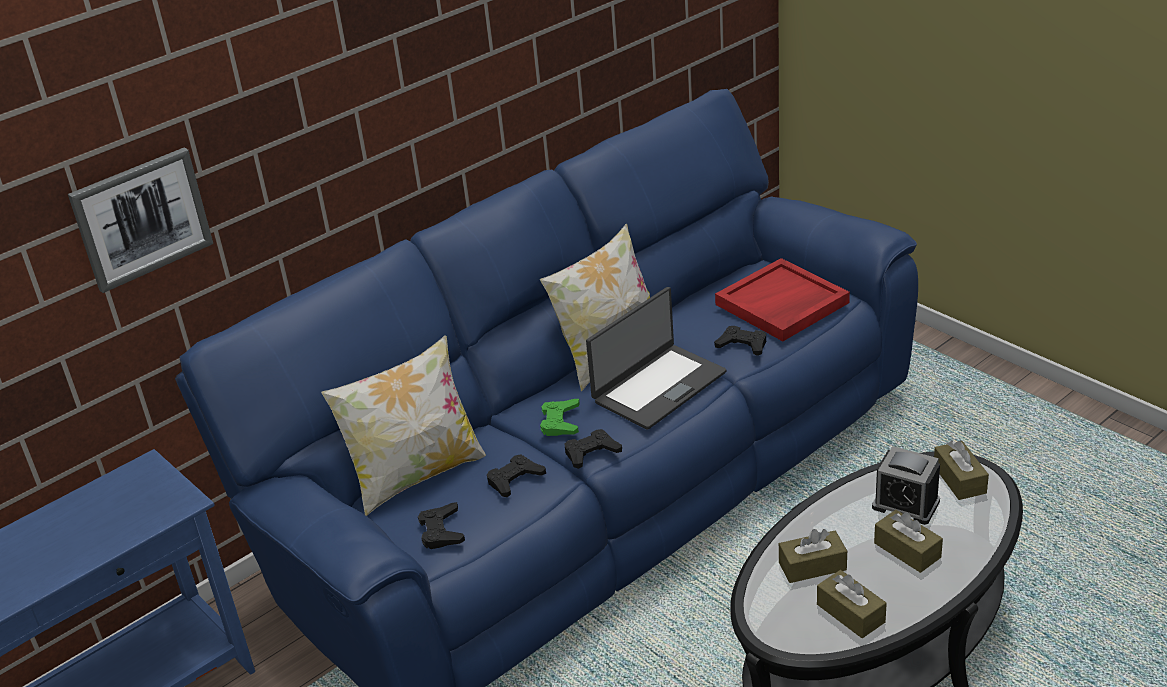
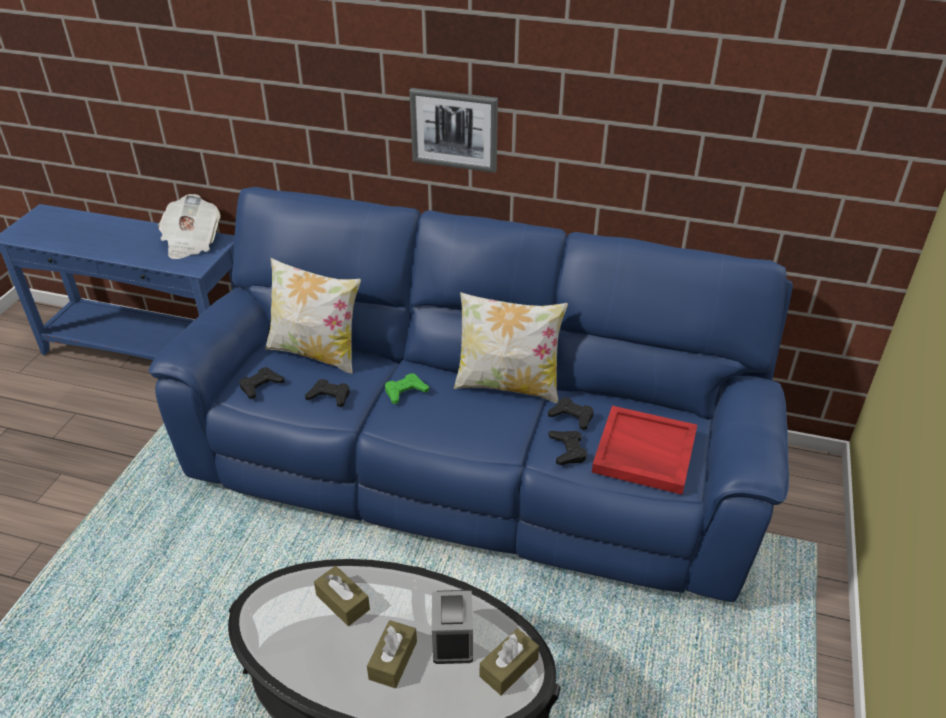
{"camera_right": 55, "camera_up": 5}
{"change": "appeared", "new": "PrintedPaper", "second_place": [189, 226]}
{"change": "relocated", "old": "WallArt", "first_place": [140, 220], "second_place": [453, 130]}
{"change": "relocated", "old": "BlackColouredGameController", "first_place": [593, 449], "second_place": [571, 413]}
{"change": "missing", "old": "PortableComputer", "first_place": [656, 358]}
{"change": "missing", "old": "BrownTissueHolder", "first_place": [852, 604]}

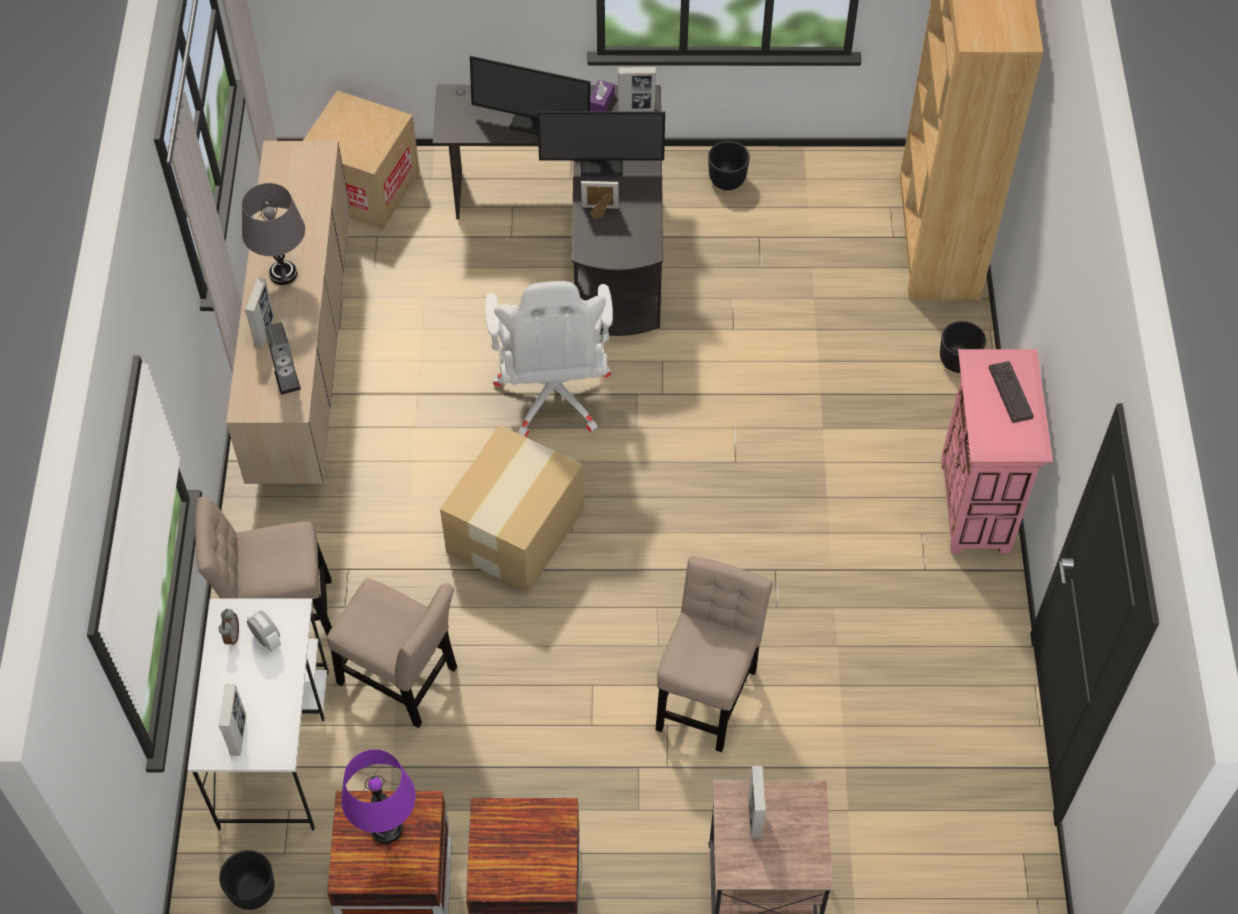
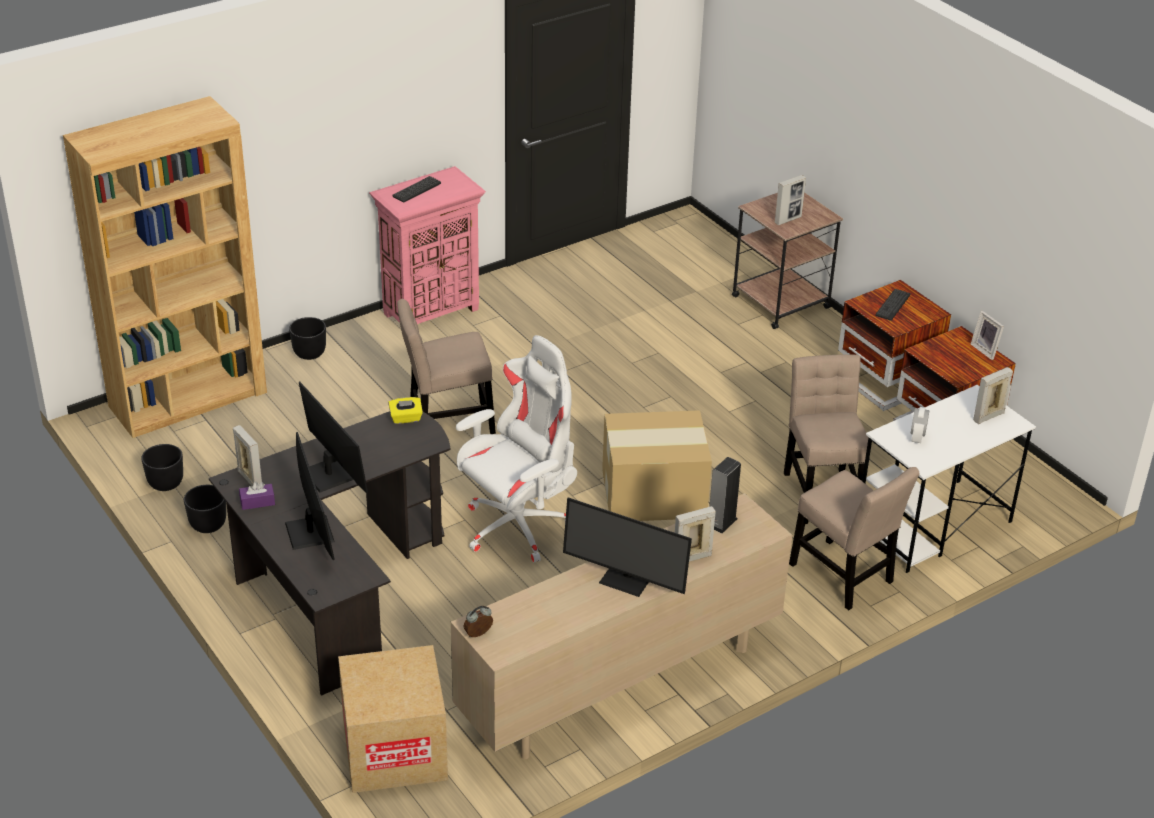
{"camera_right": -125, "camera_up": -20}
{"change": "relocated", "old": "BlackColouredPlanter", "first_place": [246, 880], "second_place": [162, 467]}
{"change": "appeared", "new": "YellowishTissueHolder", "second_place": [405, 410]}
{"change": "relocated", "old": "SandColouredUprightChair", "first_place": [714, 654], "second_place": [446, 366]}
{"change": "relocated", "old": "AlarmClock", "first_place": [229, 627], "second_place": [478, 621]}
{"change": "exchanged", "old": "GrayTabletopLamp", "new": "ComputerDisplay", "first_place": [273, 234], "second_place": [627, 547]}
{"change": "appeared", "new": "ComputerKeyboard", "second_place": [892, 305]}
{"change": "relocated", "old": "PhotoFrame", "first_place": [600, 200], "second_place": [987, 335]}
{"change": "missing", "old": "PurpleColouredTabletopLamp", "first_place": [378, 796]}

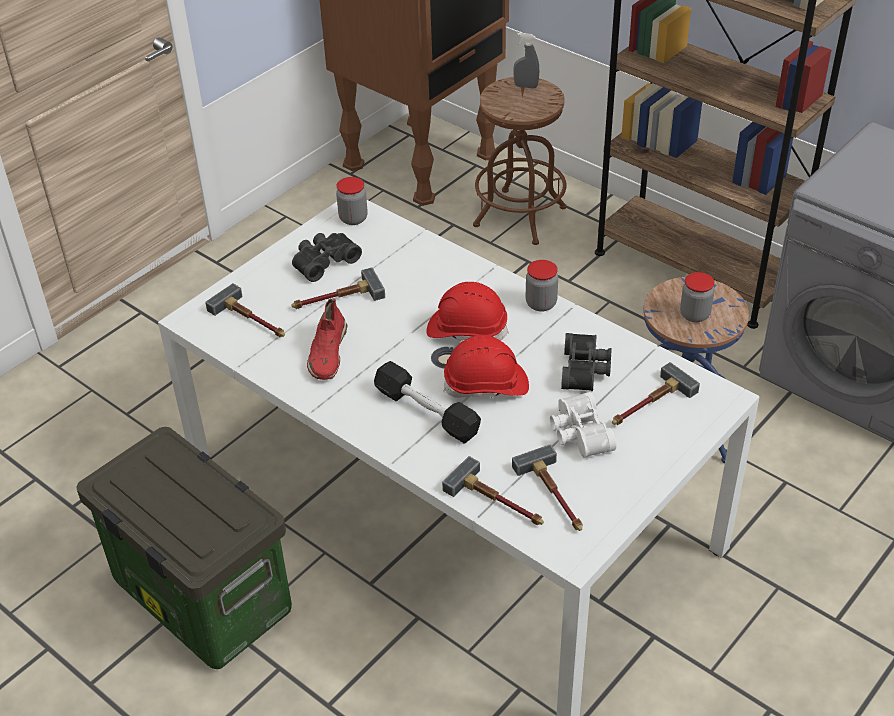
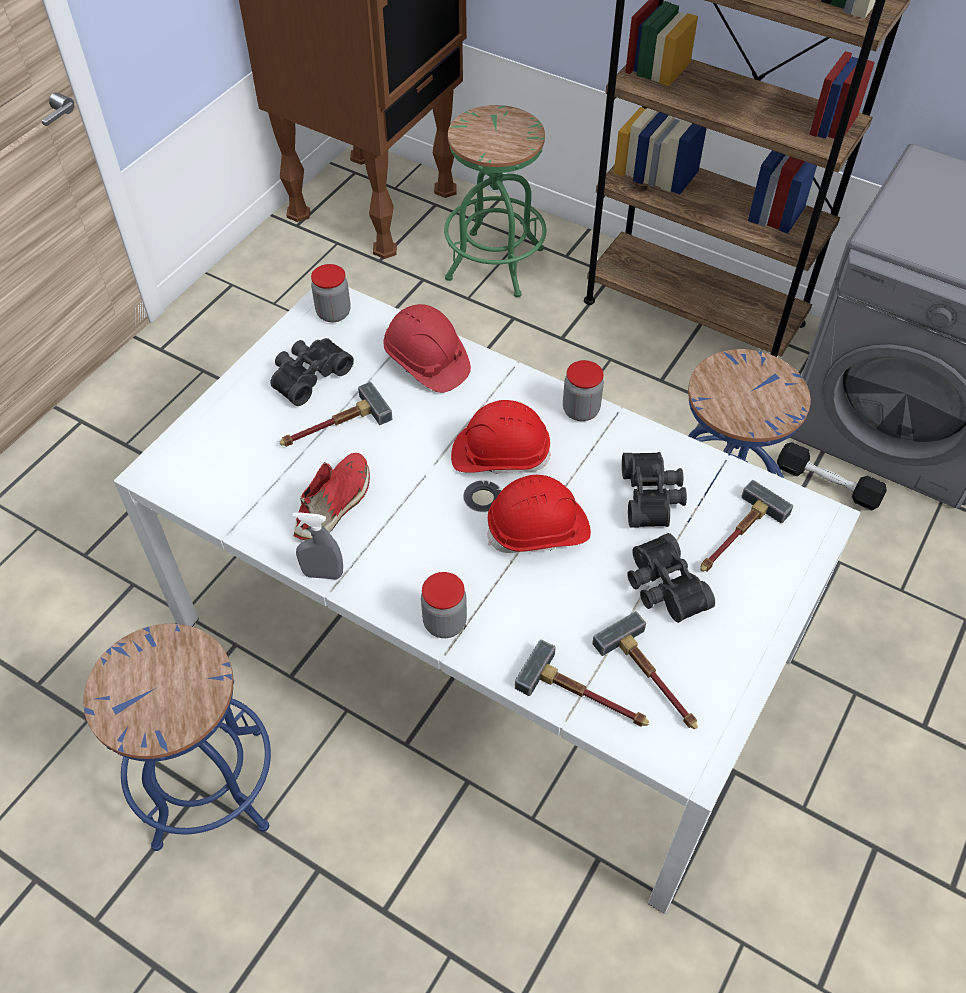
{"camera_right": -10, "camera_up": 10}
{"change": "exchanged", "old": "StorageContainer", "new": "BlueColouredStoolSeat", "first_place": [184, 548], "second_place": [177, 737]}
{"change": "relocated", "old": "GraySprayer", "first_place": [526, 60], "second_place": [318, 546]}
{"change": "spun", "old": "RedShoe", "first_place": [327, 339], "second_place": [332, 496], "degrees": -150}
{"change": "appeared", "new": "RedWorkHelmet", "second_place": [427, 348]}
{"change": "relocated", "old": "Jar", "first_place": [697, 297], "second_place": [444, 605]}
{"change": "colour", "old": "BrownStoolSeat", "new": "GreenishStoolSeat", "first_place": [519, 161], "second_place": [495, 201]}
{"change": "colour", "old": "WhitishPairOfBinoculars", "new": "BlackColouredPairOfBinoculars", "first_place": [583, 425], "second_place": [671, 578]}
{"change": "relocated", "old": "BlackColouredHandWeight", "first_place": [427, 402], "second_place": [832, 476]}
{"change": "missing", "old": "HandHammer", "first_place": [245, 310]}

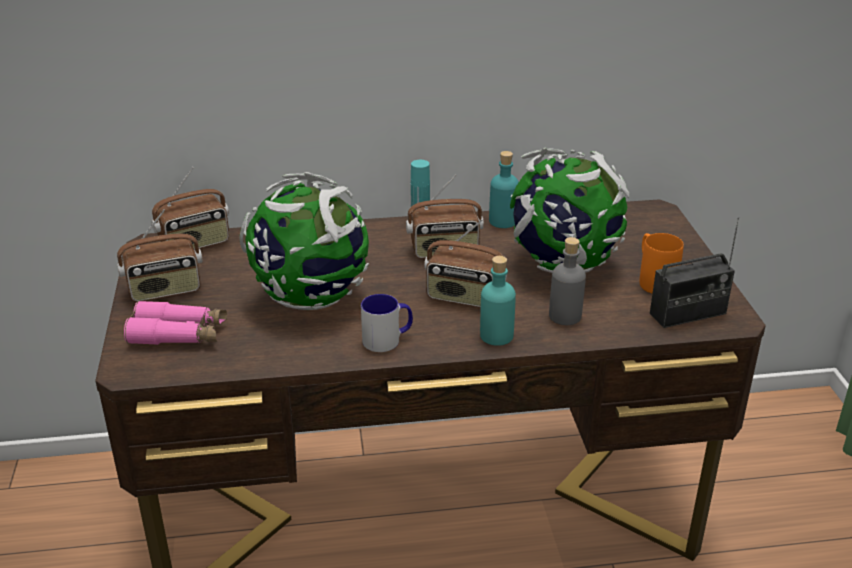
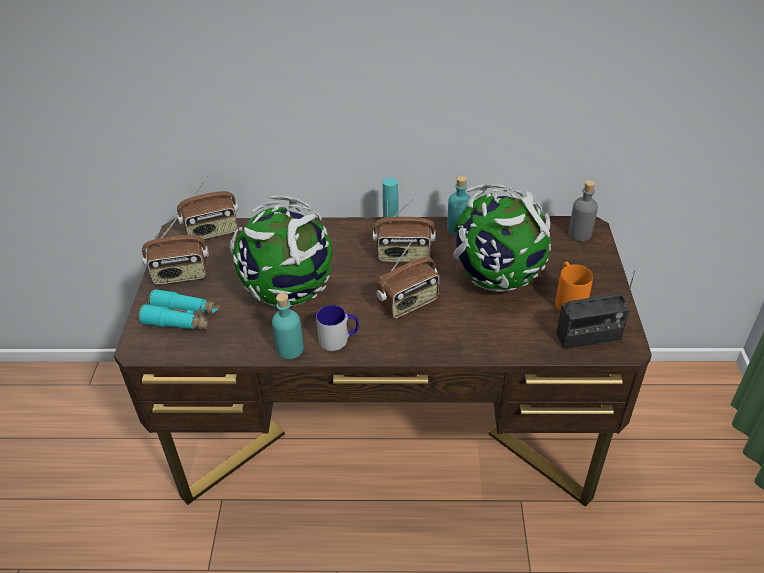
{"camera_right": 10, "camera_up": 10}
{"change": "colour", "old": "PinkishPairOfBinoculars", "new": "TurquoiseColouredPairOfBinoculars", "first_place": [175, 322], "second_place": [179, 309]}
{"change": "relocated", "old": "TurquoiseColouredBottle", "first_place": [498, 301], "second_place": [288, 326]}
{"change": "spun", "old": "RadioSet", "first_place": [465, 263], "second_place": [408, 280], "degrees": -60}
{"change": "relocated", "old": "GrayBottle", "first_place": [567, 281], "second_place": [583, 211]}

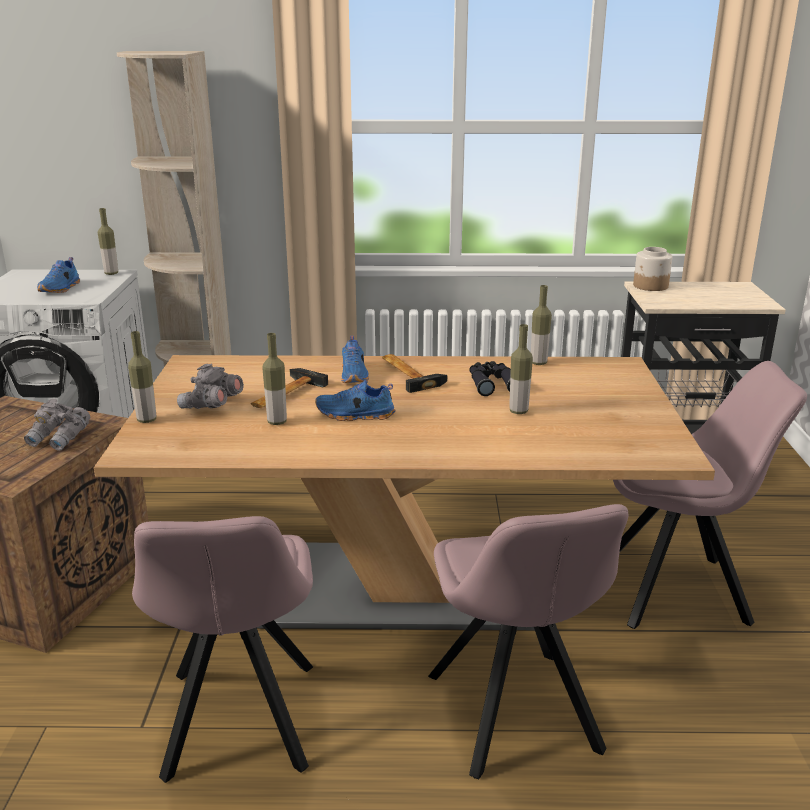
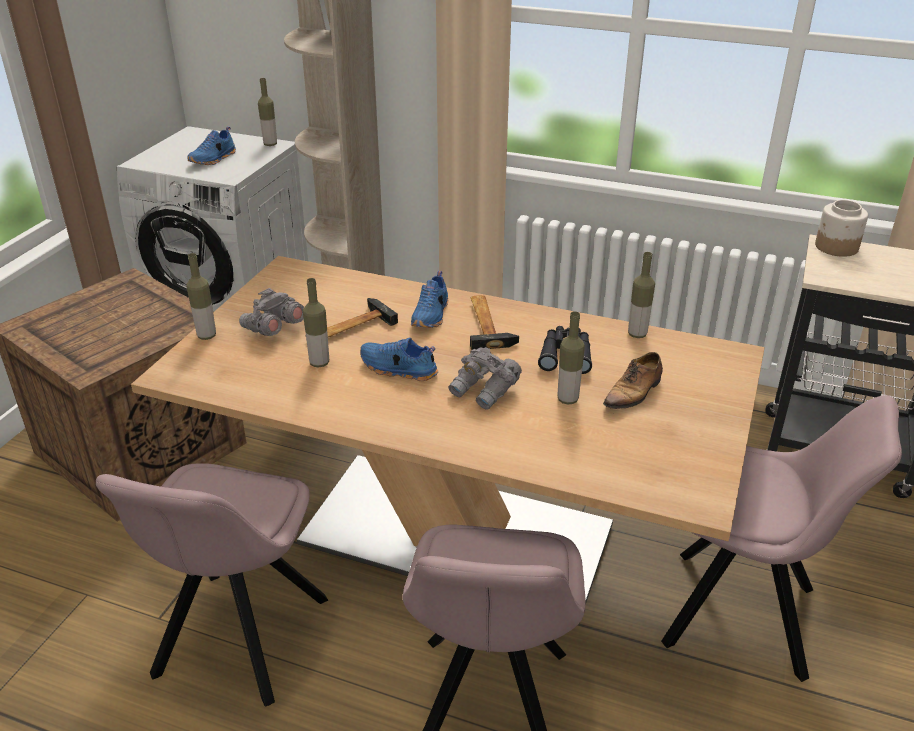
{"camera_right": 20, "camera_up": 10}
{"change": "relocated", "old": "GrayPairOfBinoculars", "first_place": [57, 424], "second_place": [485, 378]}
{"change": "appeared", "new": "Shoe", "second_place": [633, 380]}

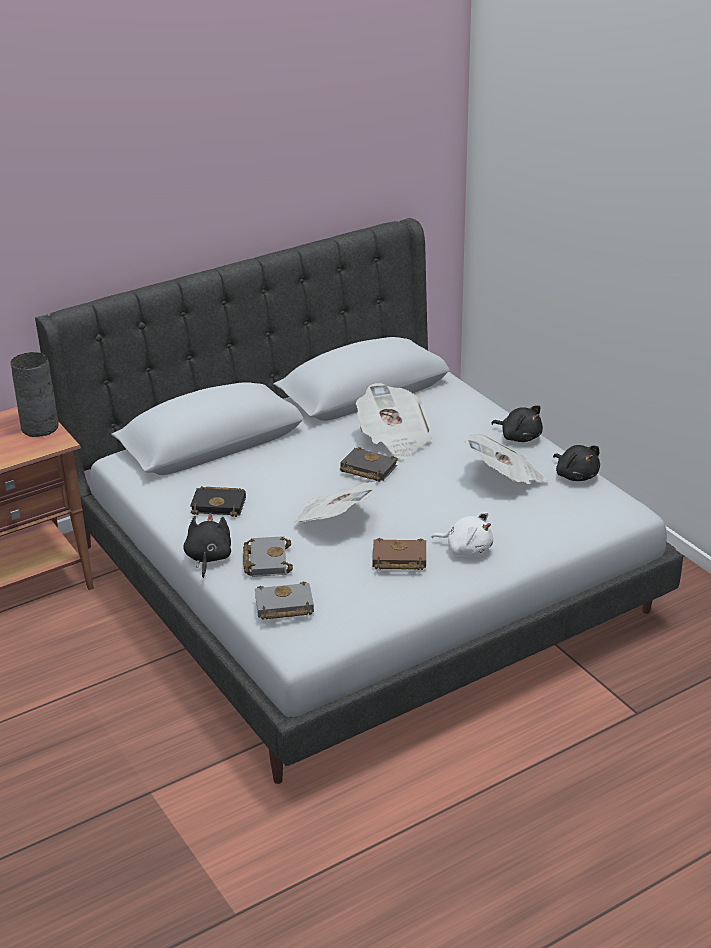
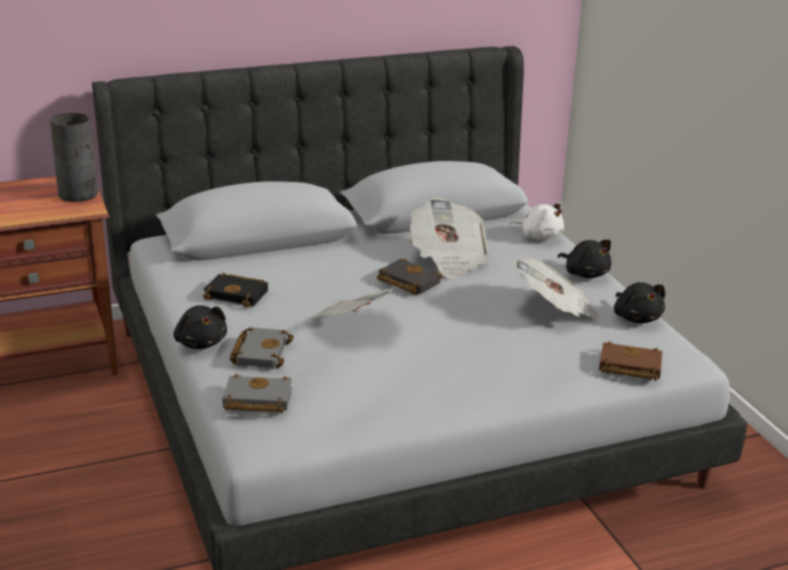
{"camera_right": 10, "camera_up": -5}
{"change": "spun", "old": "BlackColouredCuddlyToy", "first_place": [207, 545], "second_place": [200, 327], "degrees": 135}
{"change": "relocated", "old": "WhitishCuddlyToy", "first_place": [462, 534], "second_place": [536, 221]}
{"change": "relocated", "old": "BrownBook", "first_place": [399, 554], "second_place": [630, 361]}

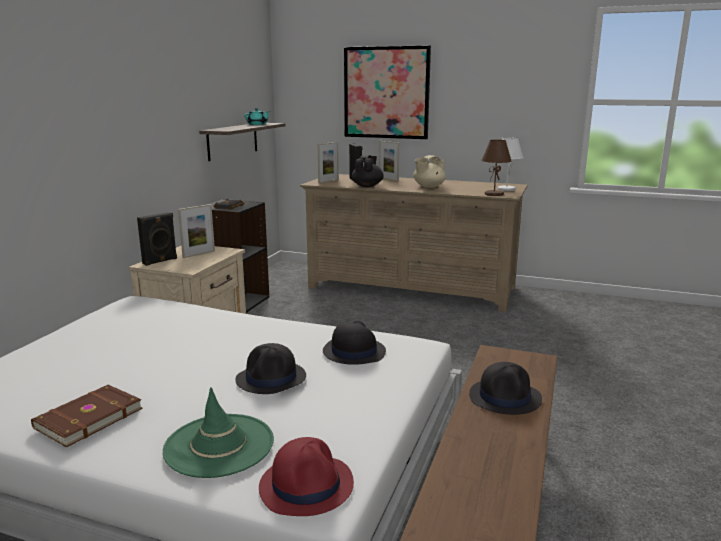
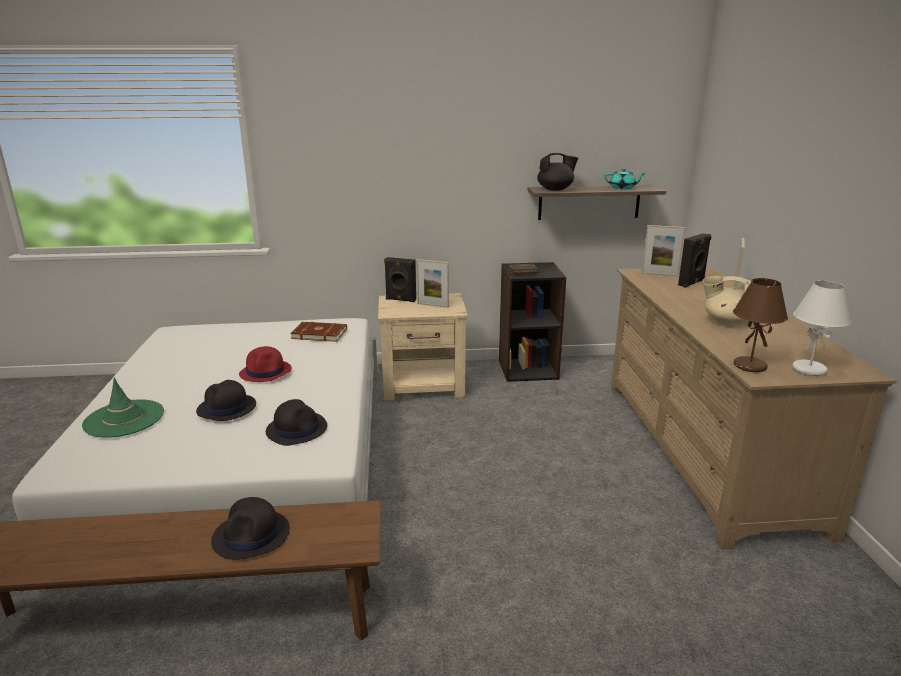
{"camera_right": 65, "camera_up": 5}
{"change": "relocated", "old": "RedWearableHat", "first_place": [306, 476], "second_place": [265, 364]}
{"change": "relocated", "old": "BrownBook", "first_place": [87, 416], "second_place": [318, 332]}
{"change": "relocated", "old": "BlackColouredPotForTea", "first_place": [368, 171], "second_place": [557, 172]}
{"change": "missing", "old": "WallArt", "first_place": [387, 92]}

